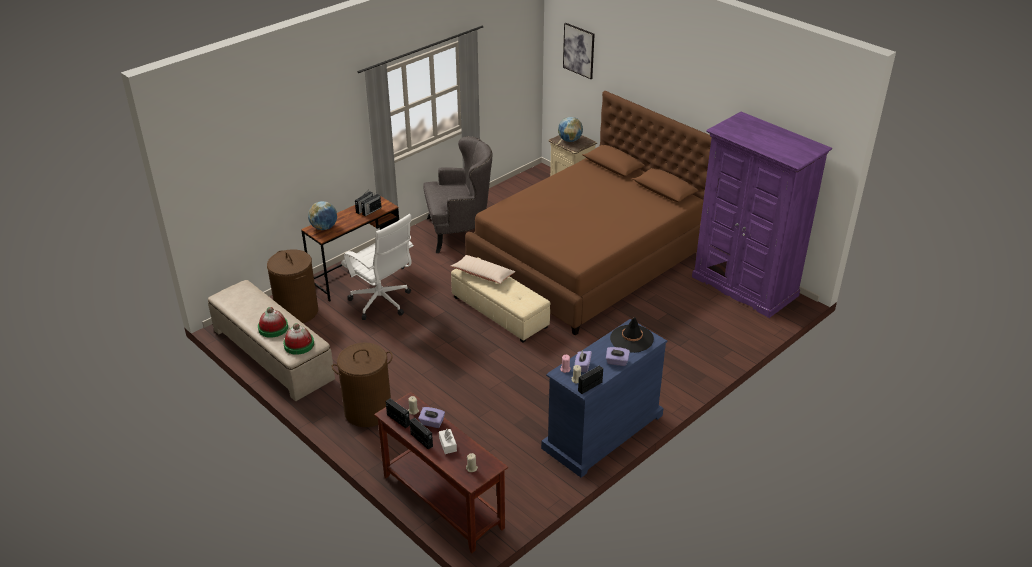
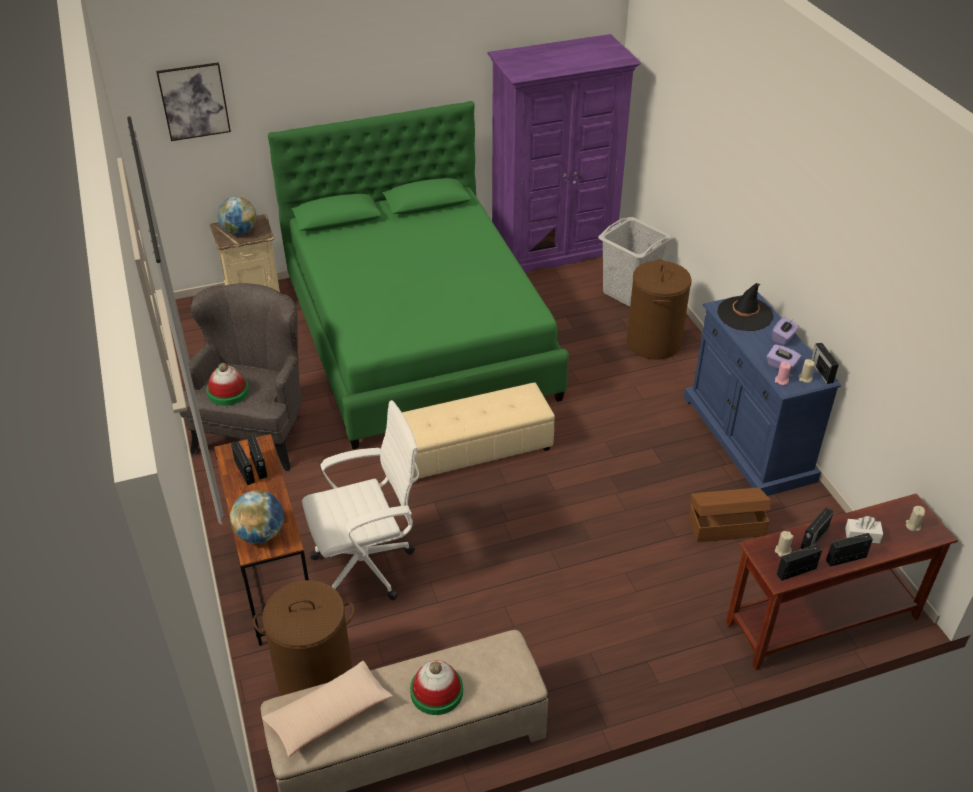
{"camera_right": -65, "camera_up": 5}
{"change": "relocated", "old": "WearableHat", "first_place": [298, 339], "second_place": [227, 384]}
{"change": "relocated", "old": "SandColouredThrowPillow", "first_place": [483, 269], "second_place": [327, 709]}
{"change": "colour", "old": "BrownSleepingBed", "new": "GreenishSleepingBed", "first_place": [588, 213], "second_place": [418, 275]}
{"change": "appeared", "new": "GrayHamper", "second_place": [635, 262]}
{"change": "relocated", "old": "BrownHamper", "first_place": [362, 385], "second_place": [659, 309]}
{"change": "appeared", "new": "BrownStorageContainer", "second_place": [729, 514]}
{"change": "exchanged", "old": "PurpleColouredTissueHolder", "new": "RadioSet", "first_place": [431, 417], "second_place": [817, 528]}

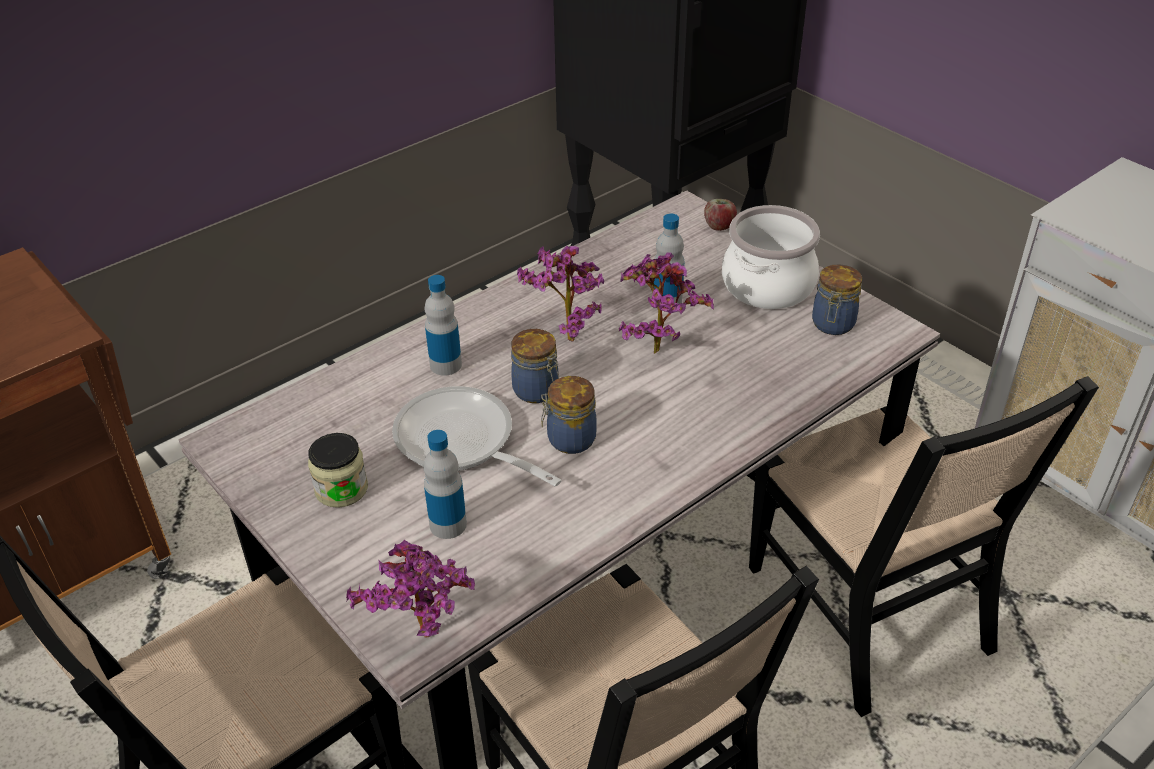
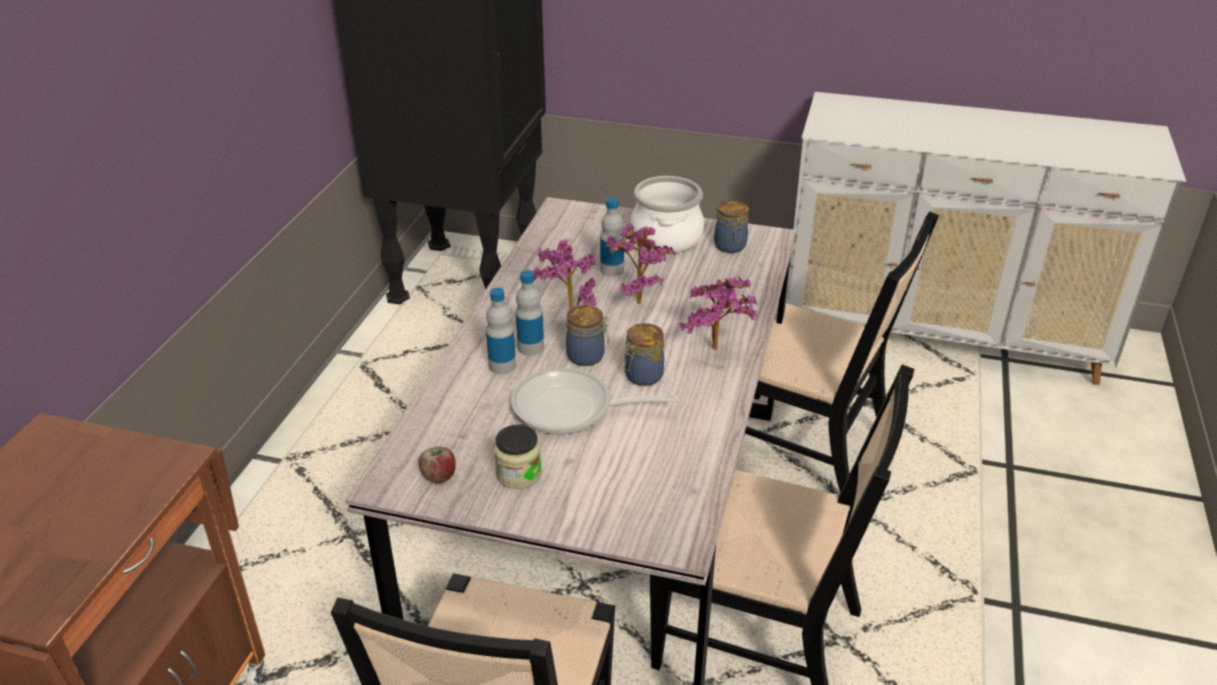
{"camera_right": -35, "camera_up": -5}
{"change": "relocated", "old": "WholeApple", "first_place": [720, 215], "second_place": [437, 465]}
{"change": "relocated", "old": "Bottle", "first_place": [445, 484], "second_place": [530, 313]}
{"change": "relocated", "old": "Houseplant", "first_place": [410, 588], "second_place": [718, 313]}

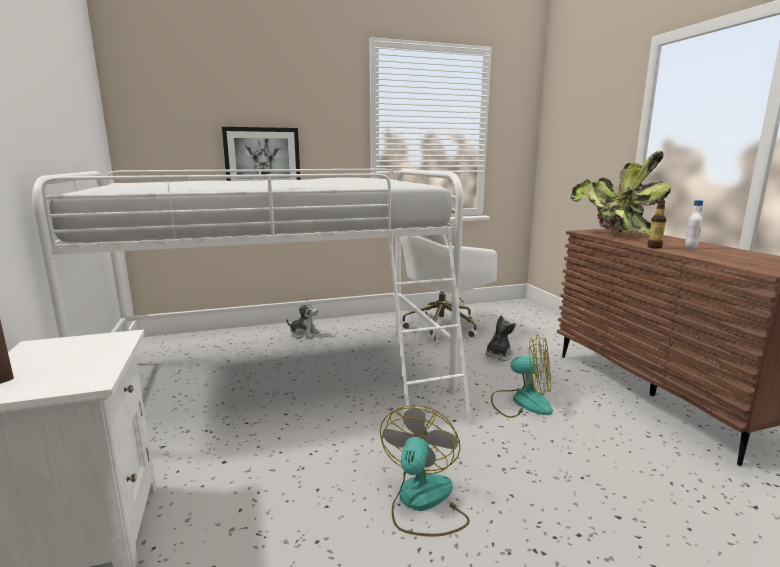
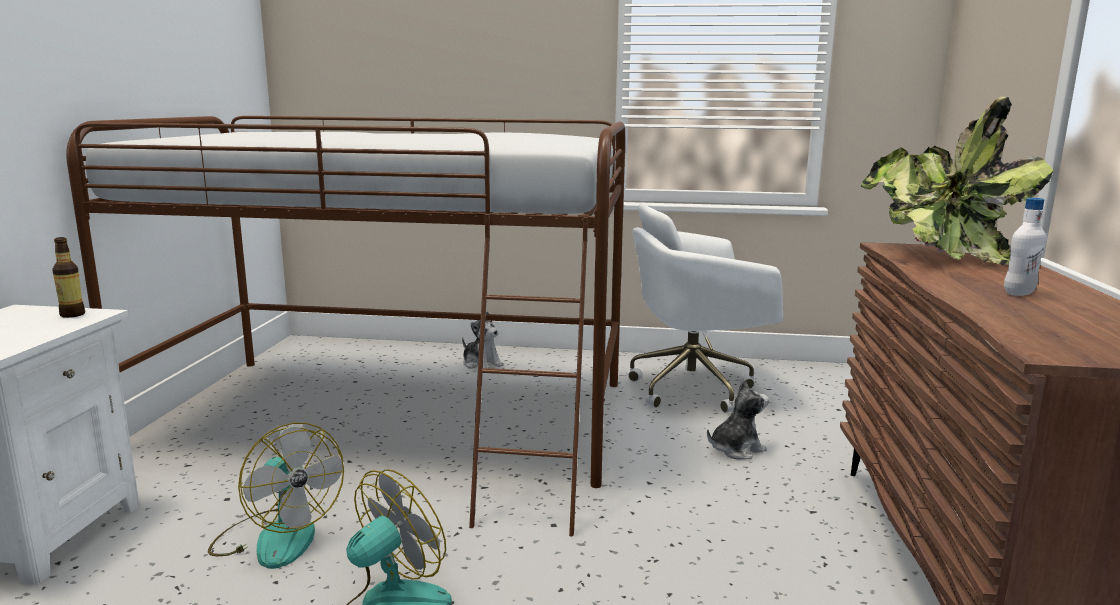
{"camera_right": 25, "camera_up": 0}
{"change": "relocated", "old": "Bottle", "first_place": [656, 224], "second_place": [68, 277]}
{"change": "colour", "old": "WhitishSleepingBed", "new": "BrownSleepingBed", "first_place": [252, 301], "second_place": [345, 326]}
{"change": "relocated", "old": "ElectricFan", "first_place": [522, 376], "second_place": [276, 496]}
{"change": "missing", "old": "WallArt", "first_place": [261, 154]}

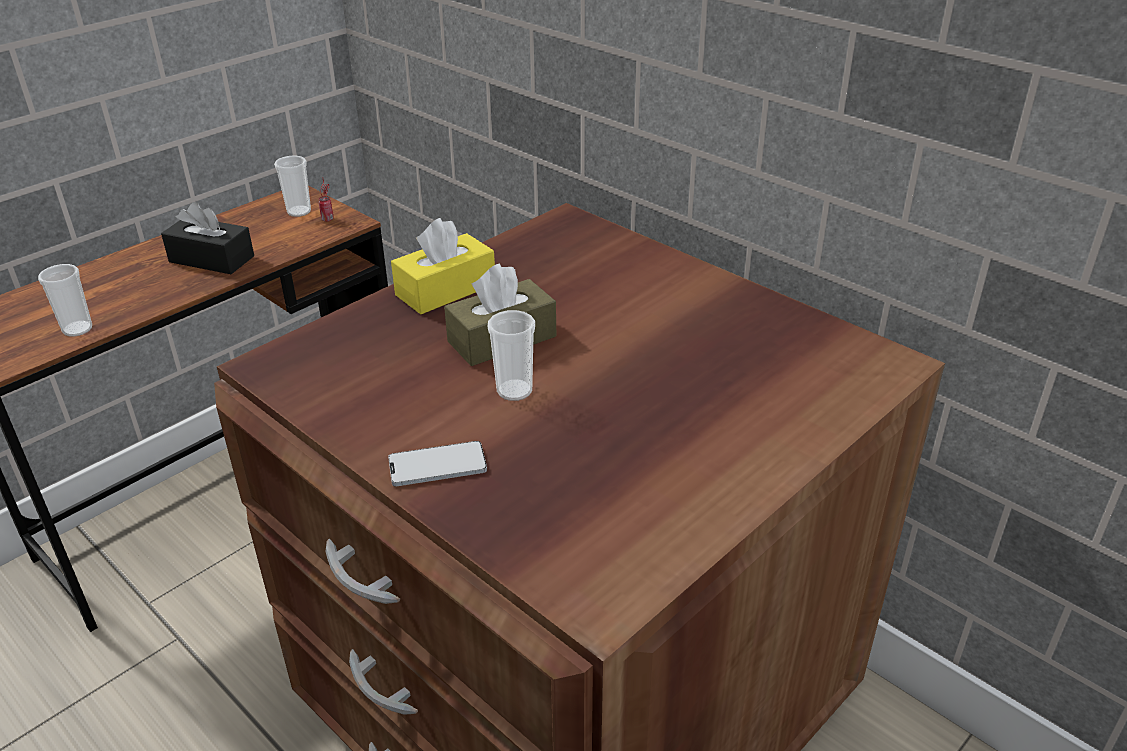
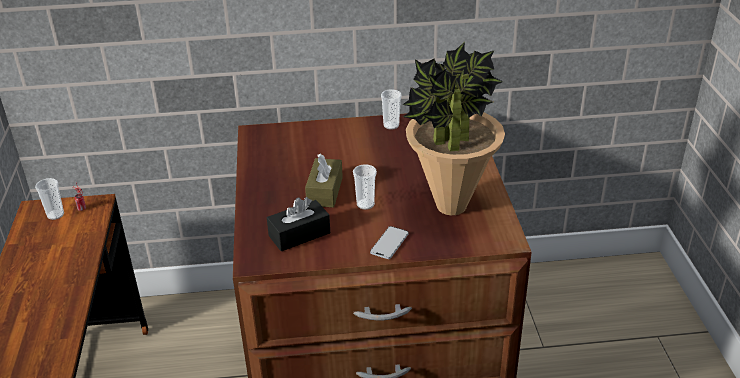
{"camera_right": -50, "camera_up": 0}
{"change": "relocated", "old": "BlackColouredTissueHolder", "first_place": [207, 238], "second_place": [298, 224]}
{"change": "relocated", "old": "SmallCup", "first_place": [65, 300], "second_place": [391, 109]}
{"change": "appeared", "new": "Houseplant", "second_place": [453, 128]}
{"change": "missing", "old": "YellowishTissueHolder", "first_place": [443, 266]}

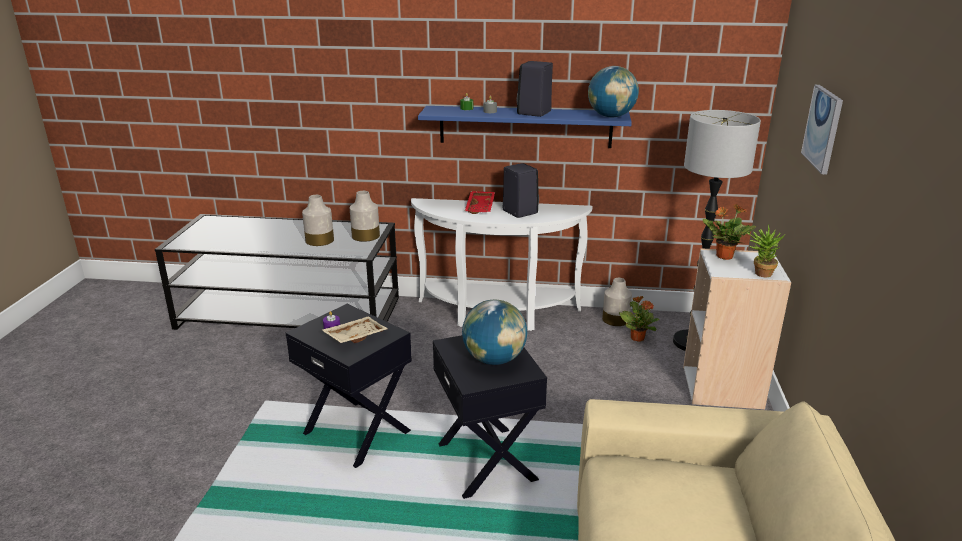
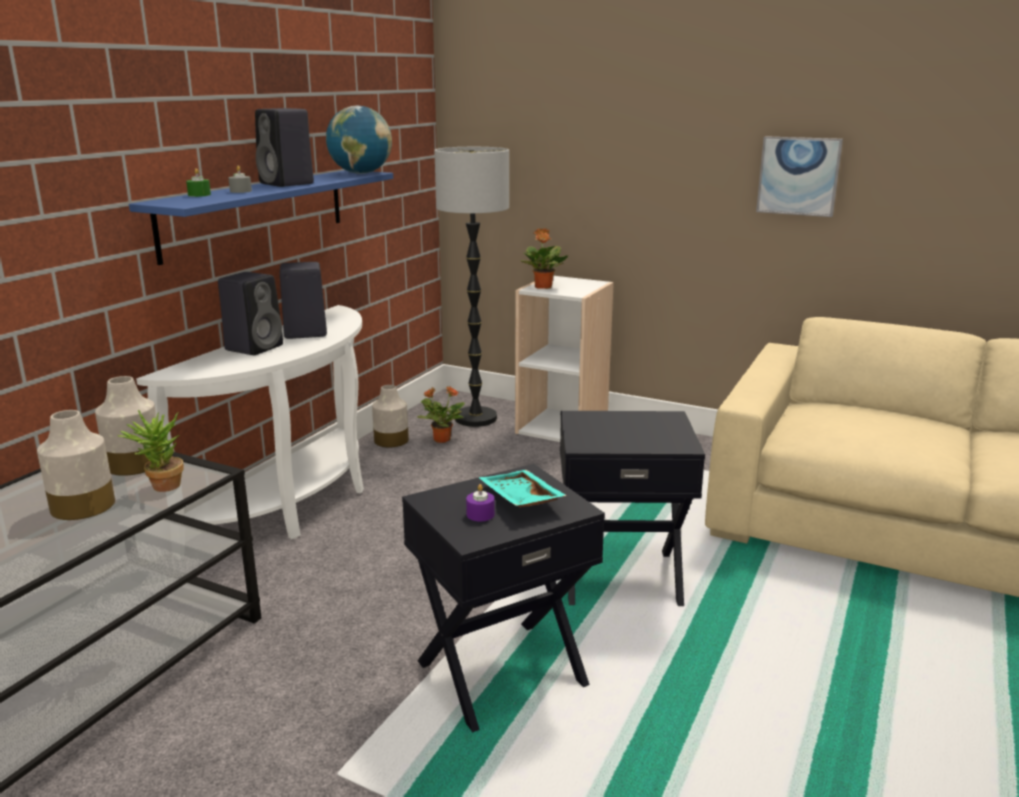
{"camera_right": -70, "camera_up": -5}
{"change": "relocated", "old": "Houseplant", "first_place": [766, 250], "second_place": [150, 451]}
{"change": "exchanged", "old": "RedTray", "new": "BlackColouredSpeaker", "first_place": [480, 202], "second_place": [250, 313]}
{"change": "colour", "old": "SandColouredTray", "new": "TurquoiseColouredTray", "first_place": [355, 329], "second_place": [523, 488]}
{"change": "relocated", "old": "WallArt", "first_place": [822, 129], "second_place": [799, 176]}
{"change": "missing", "old": "Globe", "first_place": [494, 332]}

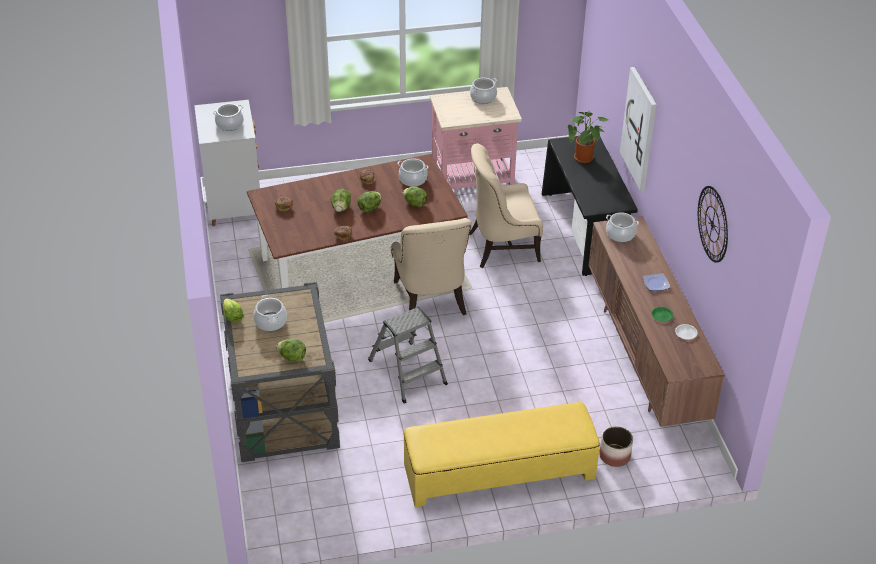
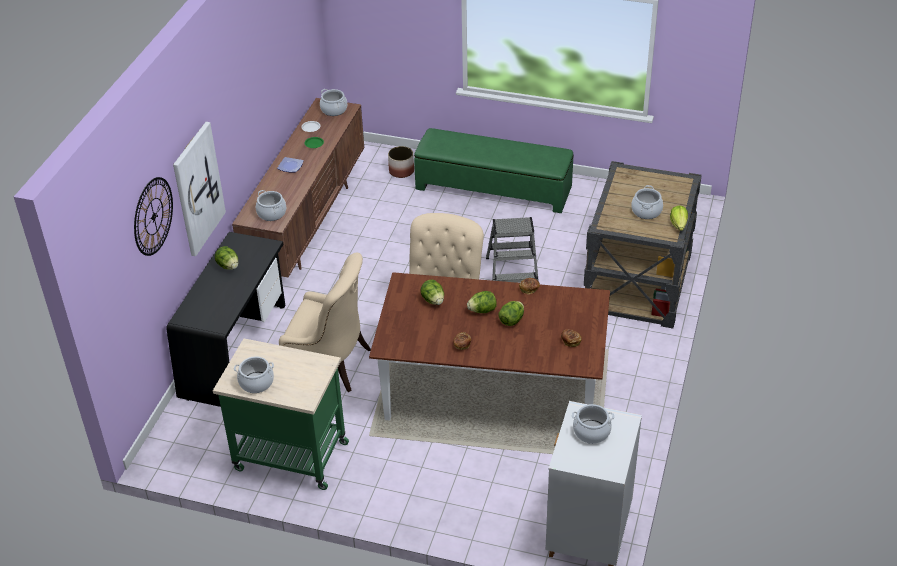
{"camera_right": -150, "camera_up": 0}
{"change": "relocated", "old": "WallClock", "first_place": [713, 224], "second_place": [153, 216]}
{"change": "colour", "old": "PinkishCart", "new": "GreenishCart", "first_place": [476, 138], "second_place": [281, 414]}
{"change": "relocated", "old": "Lettuce", "first_place": [291, 350], "second_place": [226, 258]}
{"change": "relocated", "old": "CookingPot", "first_place": [413, 172], "second_place": [333, 102]}
{"change": "colour", "old": "YellowishLongSeat", "new": "GreenishLongSeat", "first_place": [502, 454], "second_place": [494, 170]}
{"change": "missing", "old": "Houseplant", "first_place": [588, 137]}

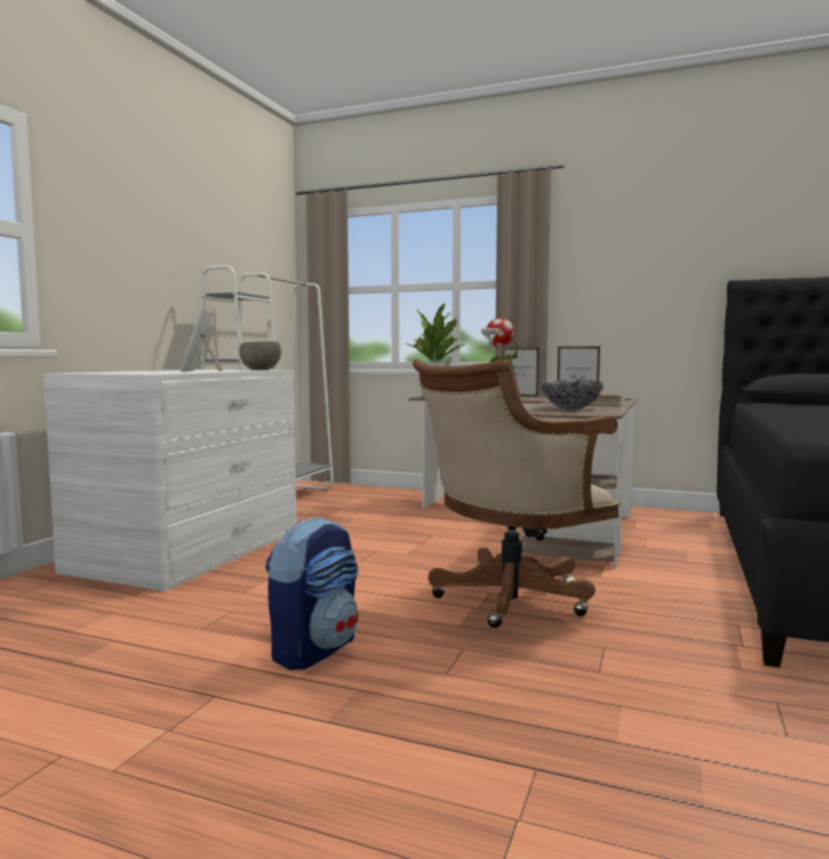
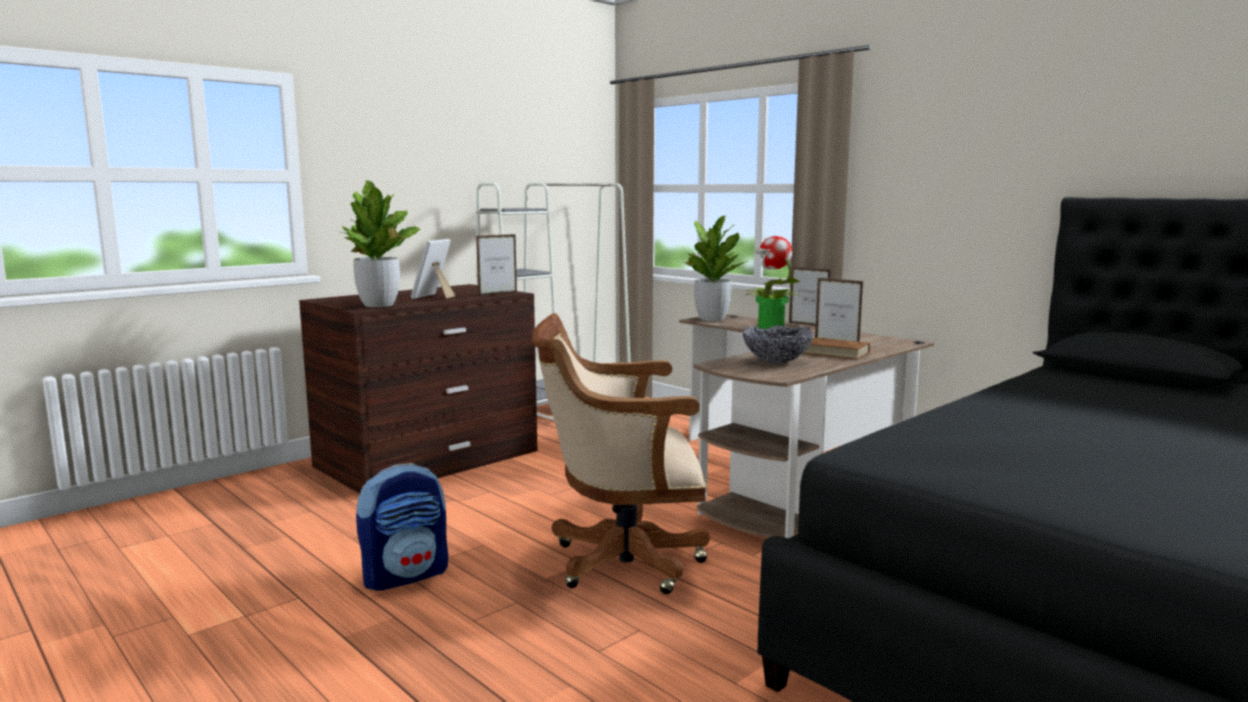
{"camera_right": 25, "camera_up": 5}
{"change": "colour", "old": "WhitishDresser", "new": "BrownDresser", "first_place": [170, 480], "second_place": [418, 389]}
{"change": "appeared", "new": "Houseplant", "second_place": [381, 243]}
{"change": "exchanged", "old": "GrayDeepDish", "new": "PhotoFrame", "first_place": [260, 355], "second_place": [496, 265]}

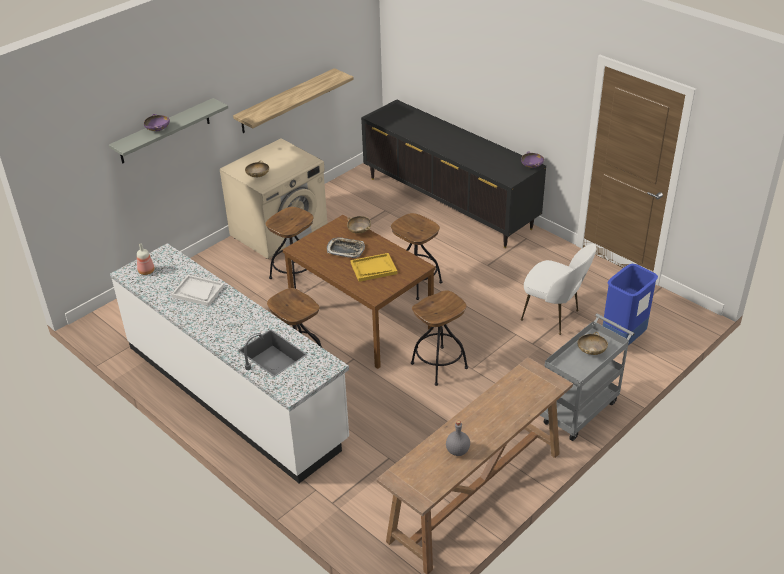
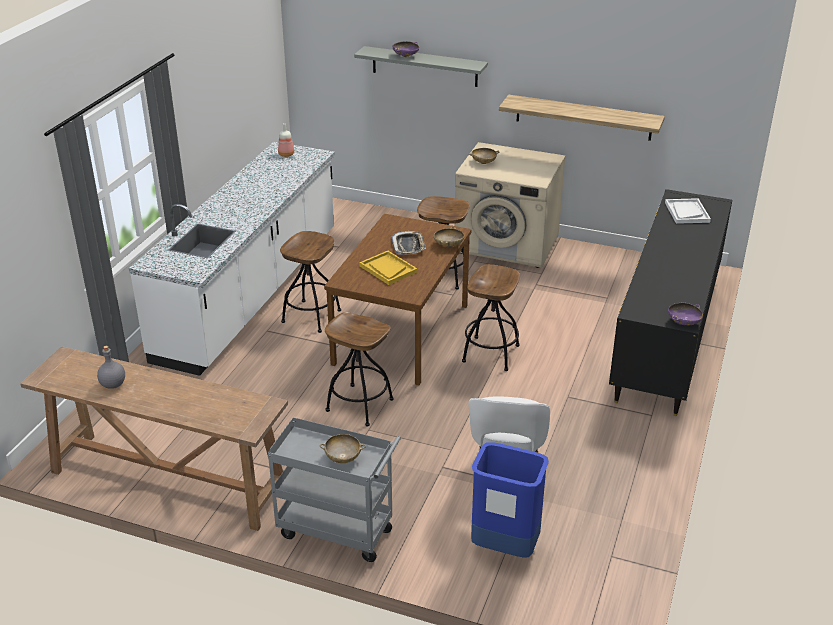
{"camera_right": 65, "camera_up": -5}
{"change": "relocated", "old": "WhitishTray", "first_place": [198, 290], "second_place": [688, 211]}

